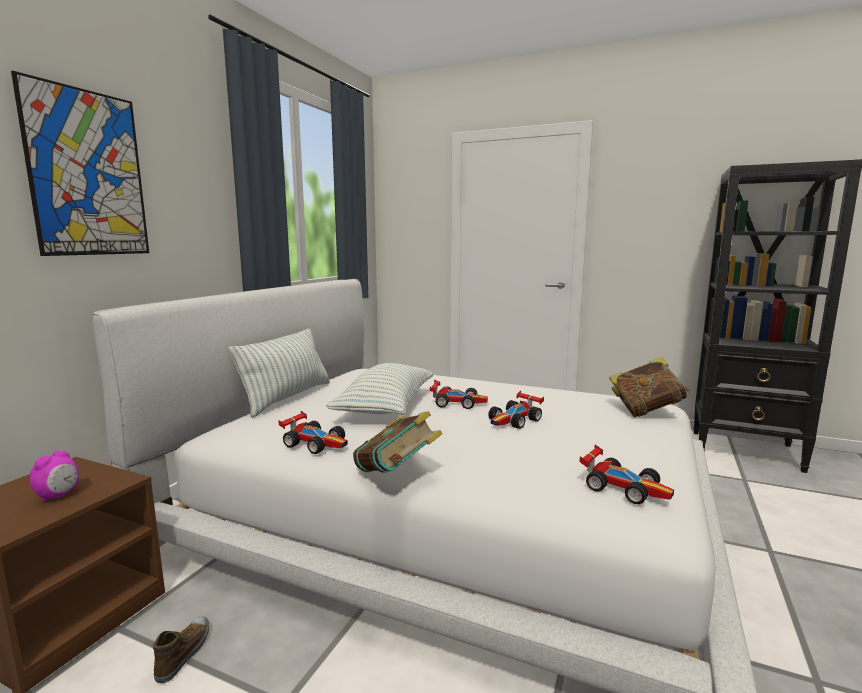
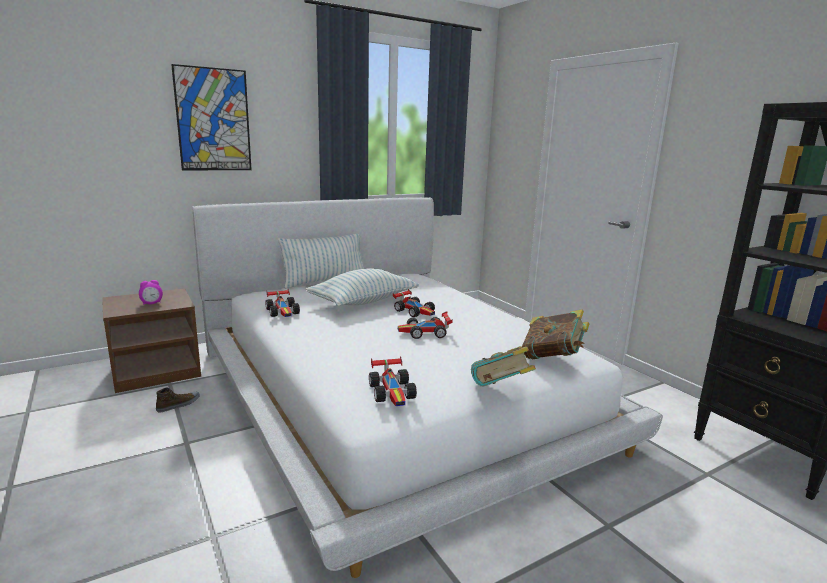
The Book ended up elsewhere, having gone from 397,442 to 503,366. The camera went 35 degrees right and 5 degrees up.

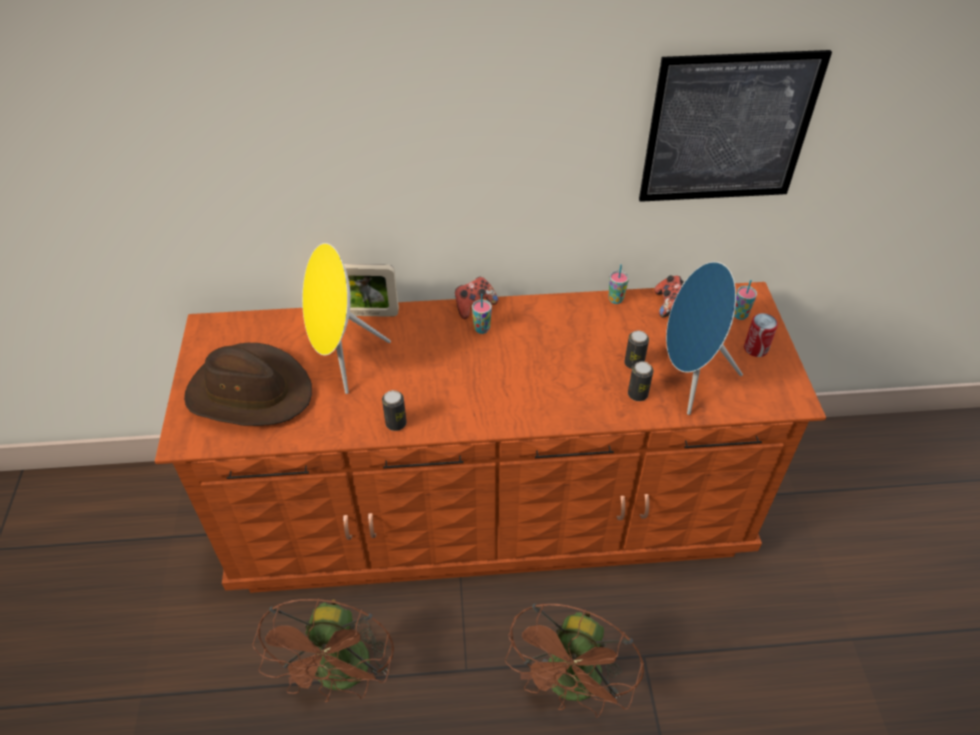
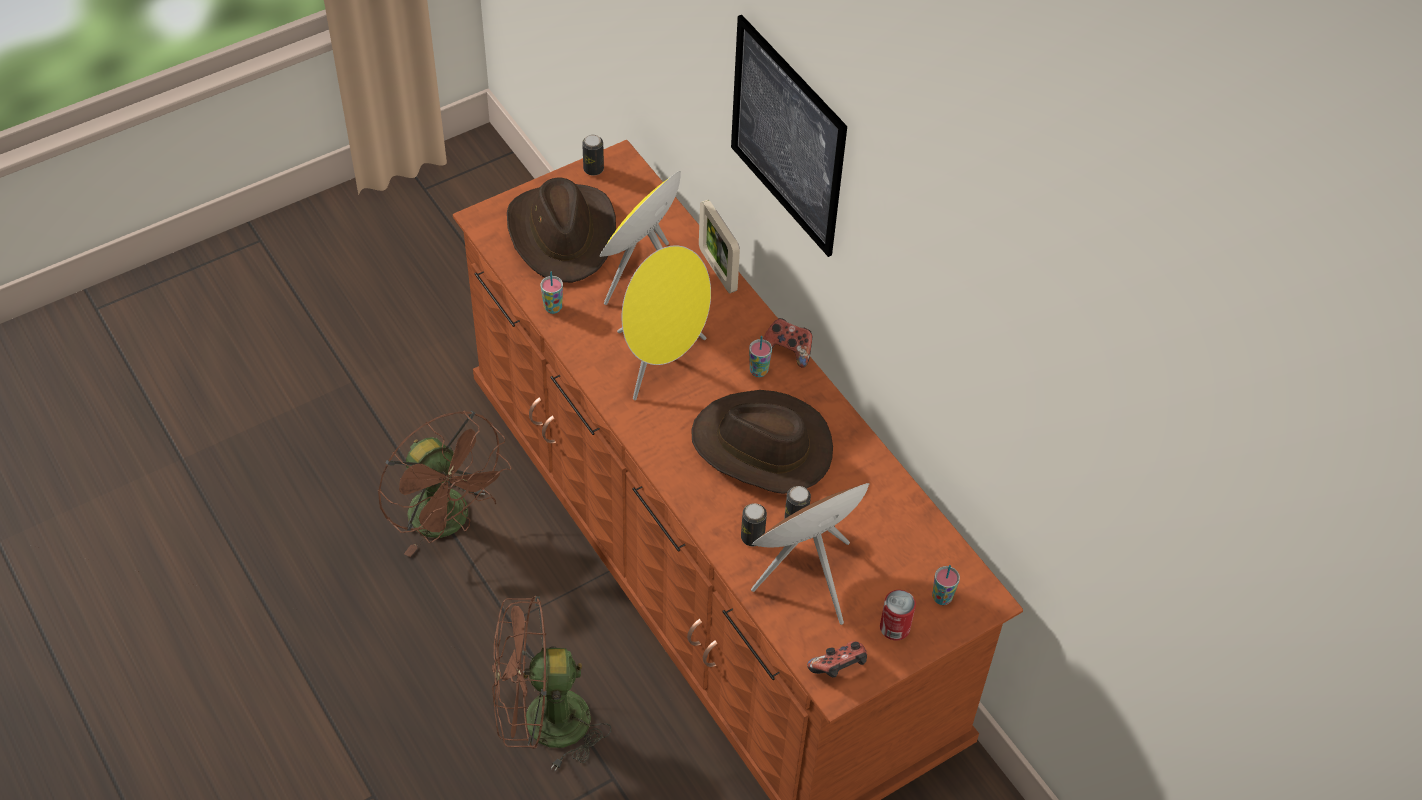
The BrownFan at 323,650 ended up facing another way, 105 degrees counterclockwise from before. The Can ended up elsewhere, having gone from 394,410 to 593,155. The Cup ended up elsewhere, having gone from 618,284 to 552,293. The Picture ended up elsewhere, having gone from 735,126 to 789,136. The GameController ended up elsewhere, having gone from 669,296 to 837,659. What was the BlueSpeaker at 704,338 turned into the BrownSpeaker at 810,554. The second view gained the YellowSpeaker at 664,322. The second view gained the BrownHat at 762,442. The camera went 60 degrees right and 5 degrees up.

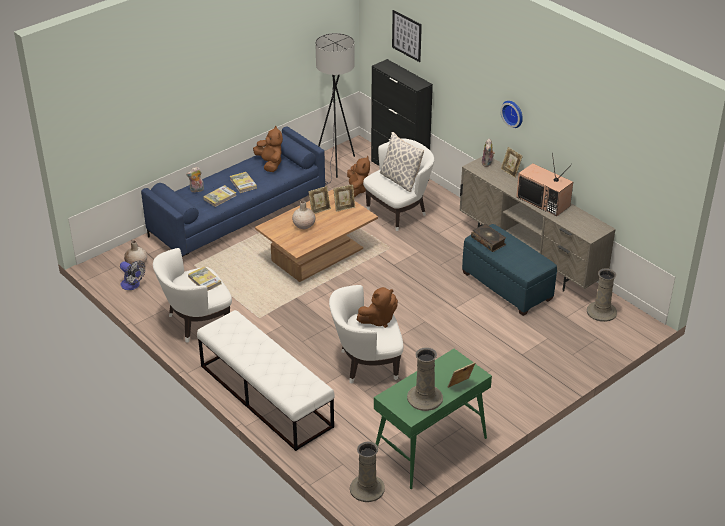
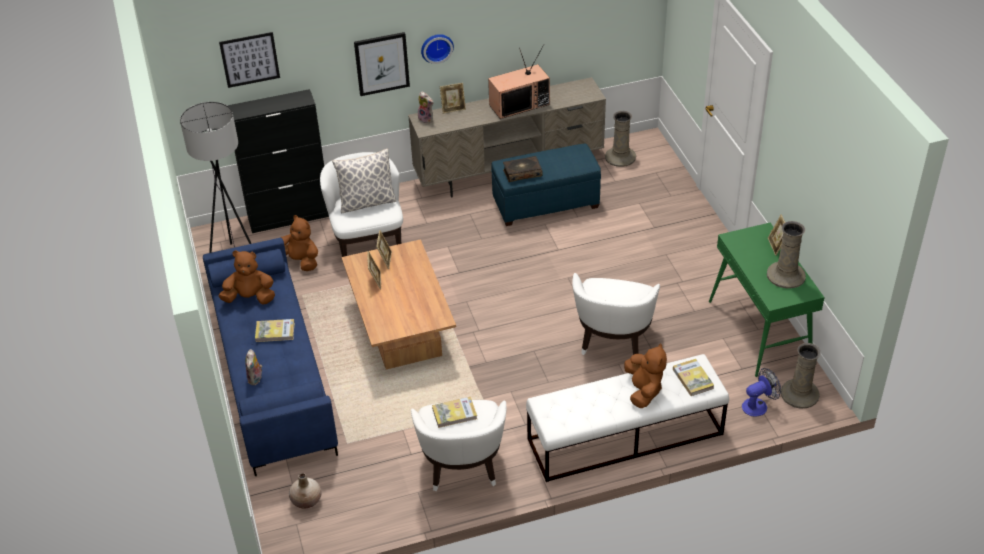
The Fan ended up elsewhere, having gone from 132,275 to 761,392. The Book ended up elsewhere, having gone from 220,196 to 693,377. The second view lost the BeigeVase at 303,215. The BrownPlushToy ended up elsewhere, having gone from 377,307 to 645,375. The second view gained the Picture at 382,64. The camera went 65 degrees left and 5 degrees up.

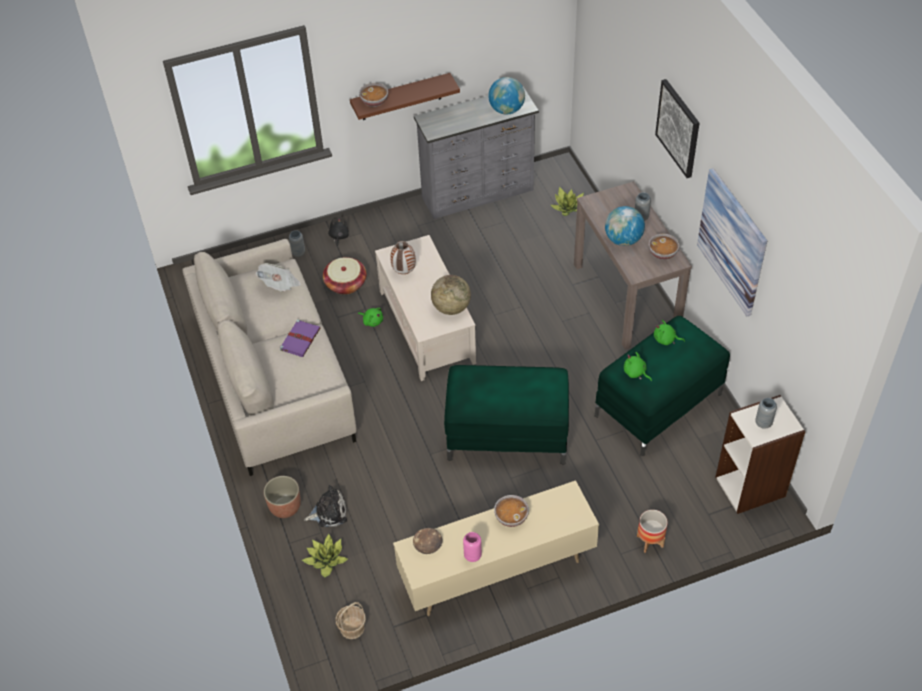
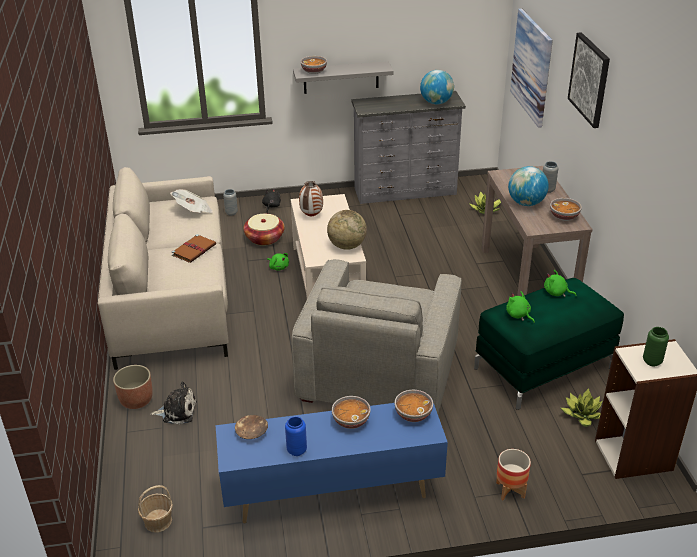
What was the PurpleBook at 300,338 turned into the BrownBook at 193,248. The PottedPlant ended up elsewhere, having gone from 325,555 to 581,407. What was the BrownShelf at 405,96 turned into the GreyShelf at 343,77. What was the BeigeTvStand at 496,548 turned into the BlueTvStand at 332,463. Where the GreenOttoman stood at 506,415, the GreyArmchair came to stand at 376,336. What was the PinkVase at 472,547 turned into the BlueVase at 296,436. The Picture ended up elsewhere, having gone from 732,242 to 531,68. What was the GreyVase at 766,413 turned into the GreenVase at 656,346. The second view gained the Bowl at 414,406. The camera went 10 degrees right and 15 degrees down.

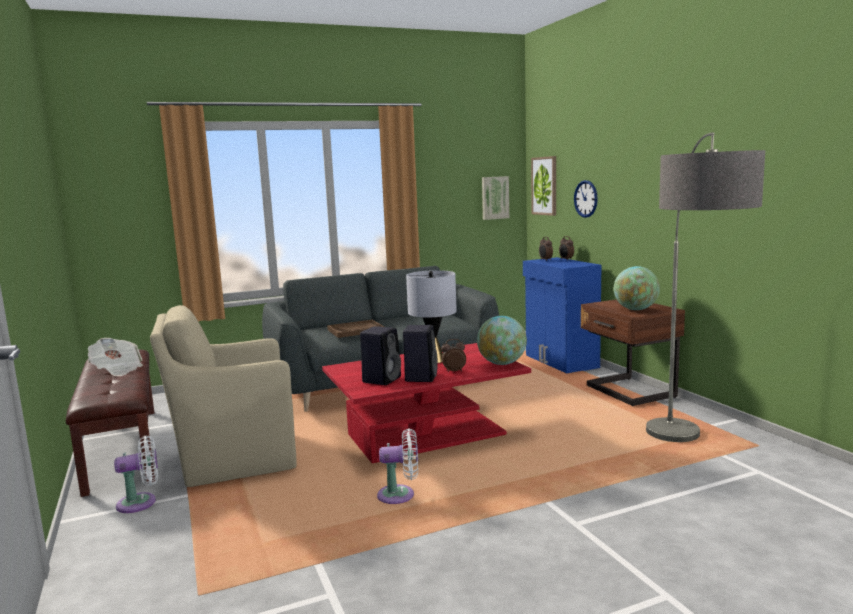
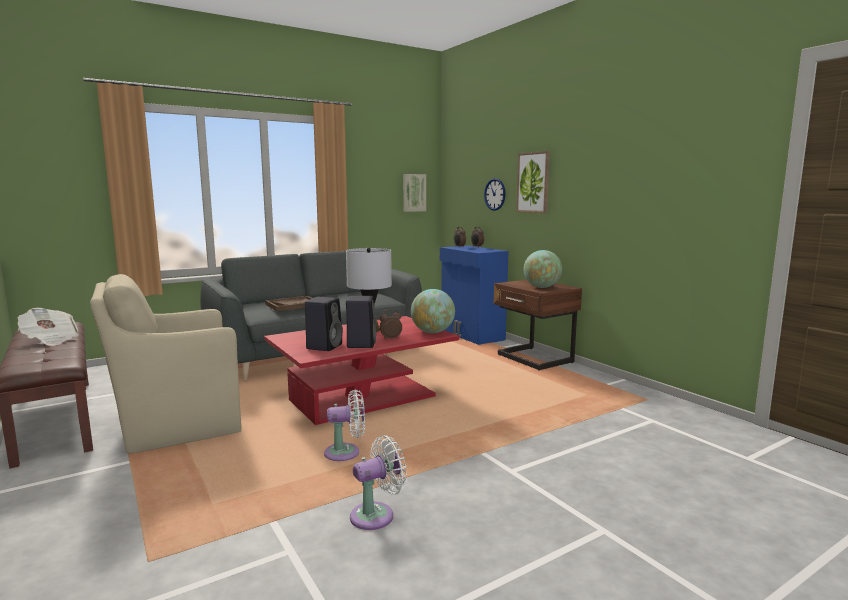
The WhiteFan ended up elsewhere, having gone from 136,474 to 378,482. The Picture ended up elsewhere, having gone from 543,186 to 533,182. The second view lost the FloorLamp at 705,287. The camera went 10 degrees left and 0 degrees up.

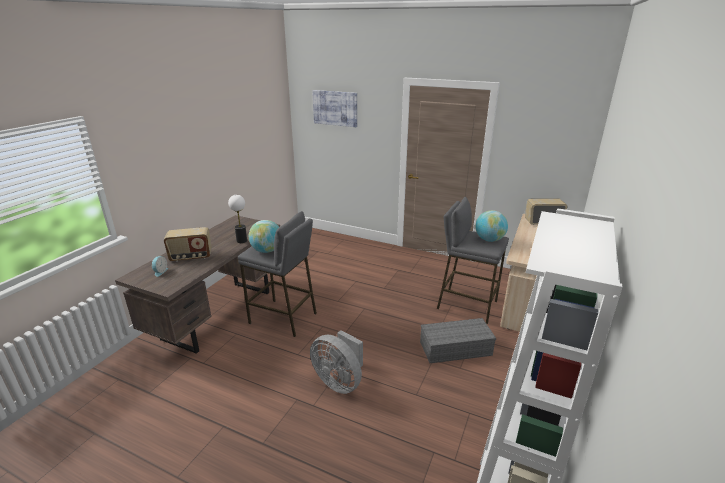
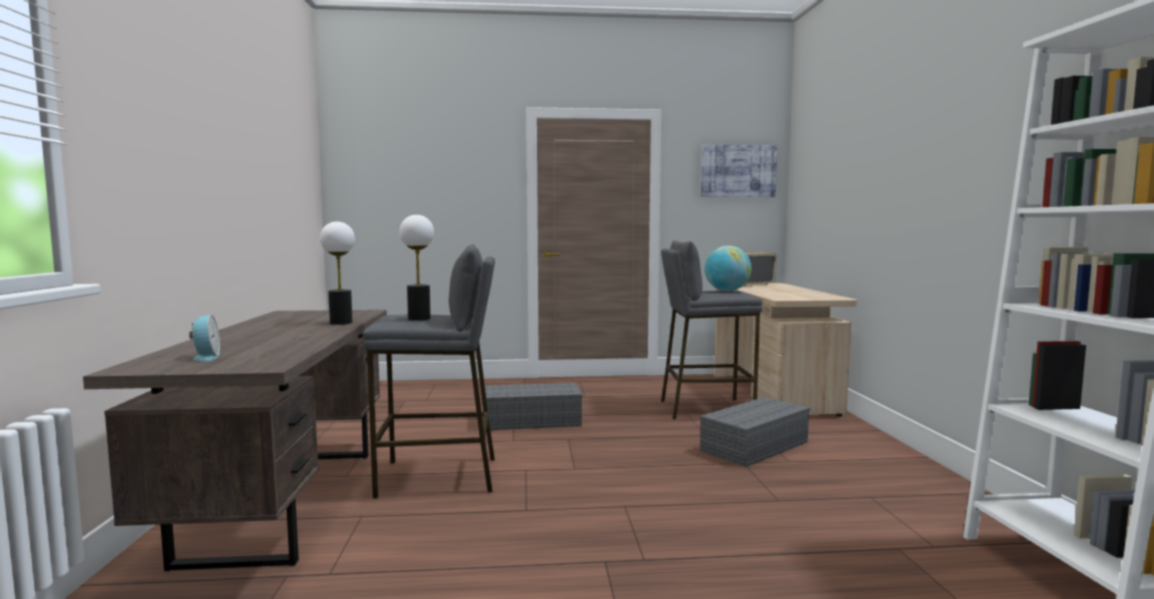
The second view lost the Radio at 187,244. Where the Globe stood at 264,236, the TableLamp came to stand at 416,268. The second view lost the GreyFan at 336,362. The Picture ended up elsewhere, having gone from 334,108 to 739,171. The second view gained the GreyStorageBox at 534,406. The camera went 30 degrees left and 20 degrees down.

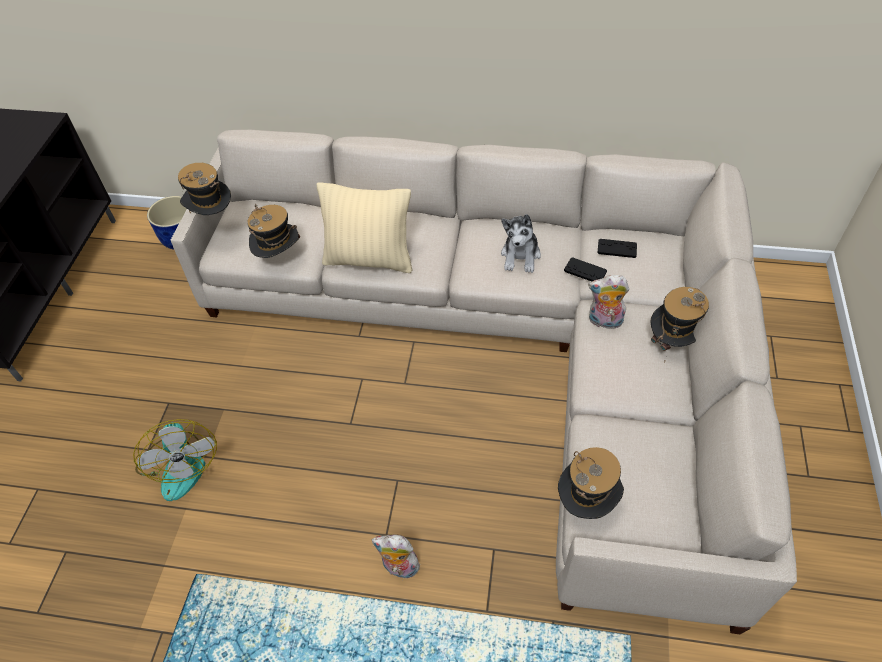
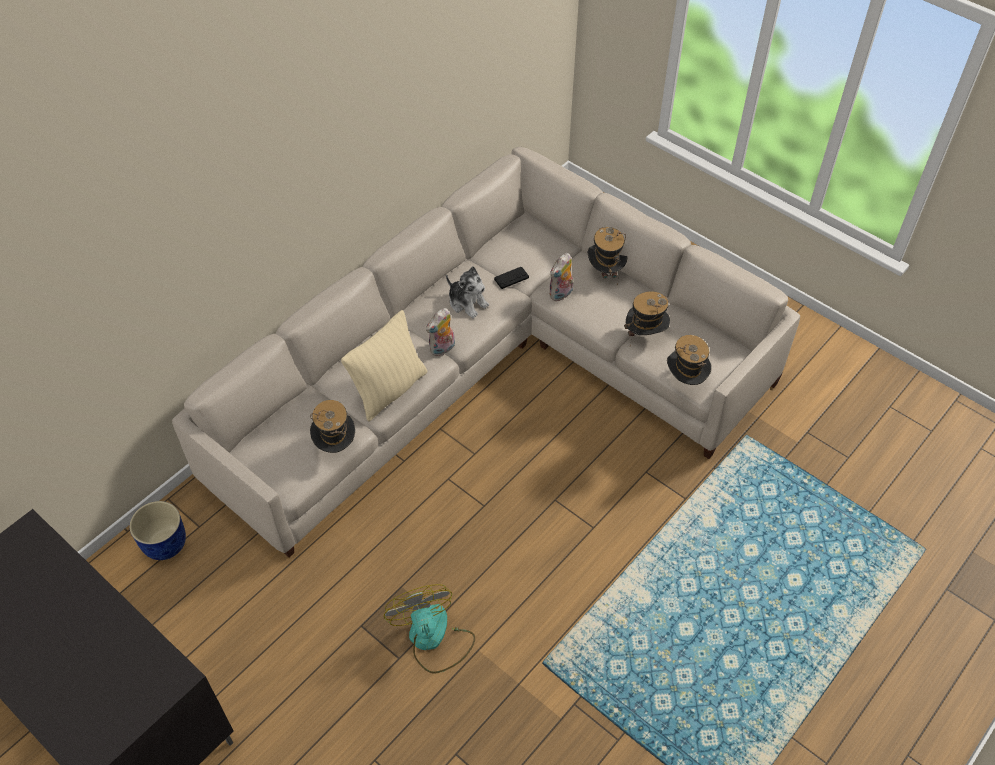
The Fan at 175,460 ended up facing another way, 120 degrees counterclockwise from before. The Hat ended up elsewhere, having gone from 204,189 to 647,318. The PlushToy ended up elsewhere, having gone from 396,556 to 440,332. The second view lost the BlackGameController at 617,248. The camera went 60 degrees left and 0 degrees up.

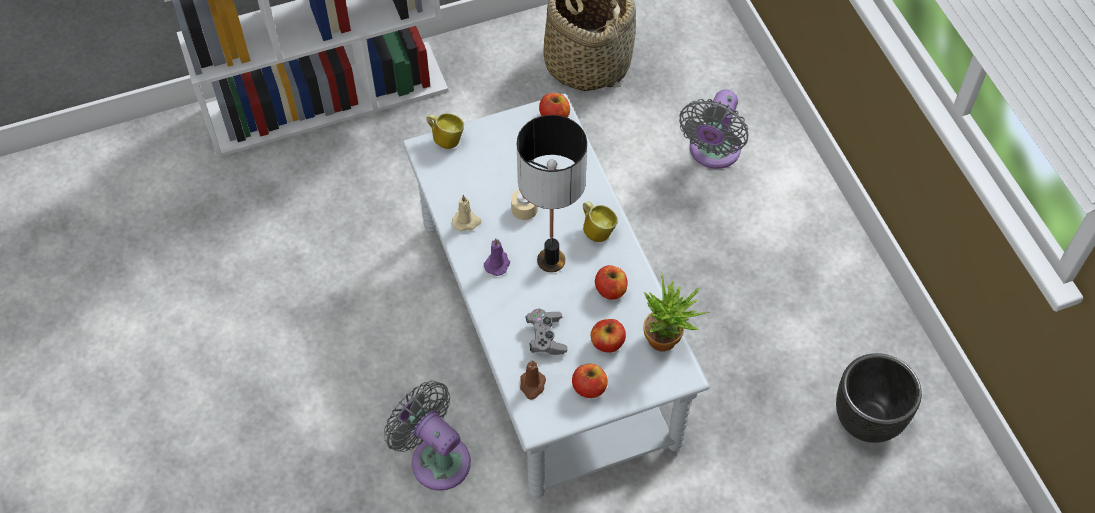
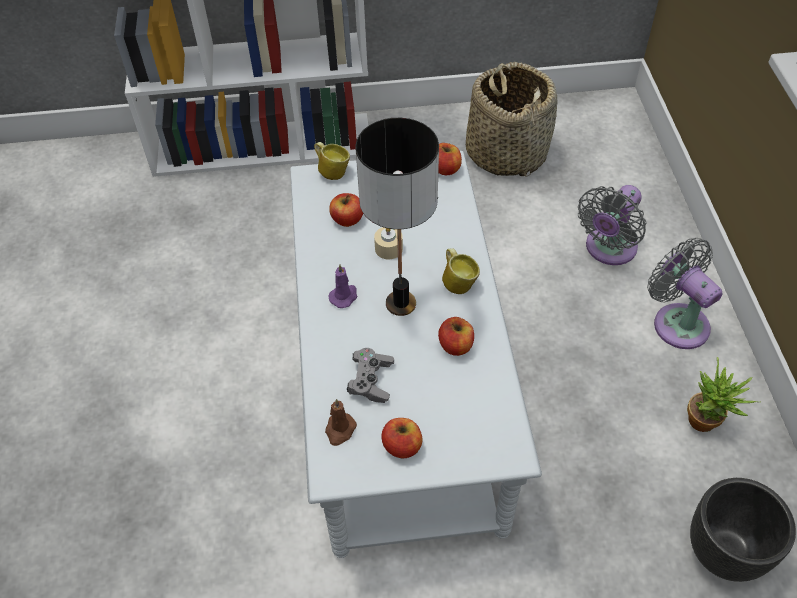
The GreyFan ended up elsewhere, having gone from 427,436 to 685,293. The second view lost the BeigeCandle at 467,213. The Apple ended up elsewhere, having gone from 608,336 to 346,210. The PottedPlant ended up elsewhere, having gone from 676,312 to 722,394. The camera went 15 degrees right and 5 degrees down.

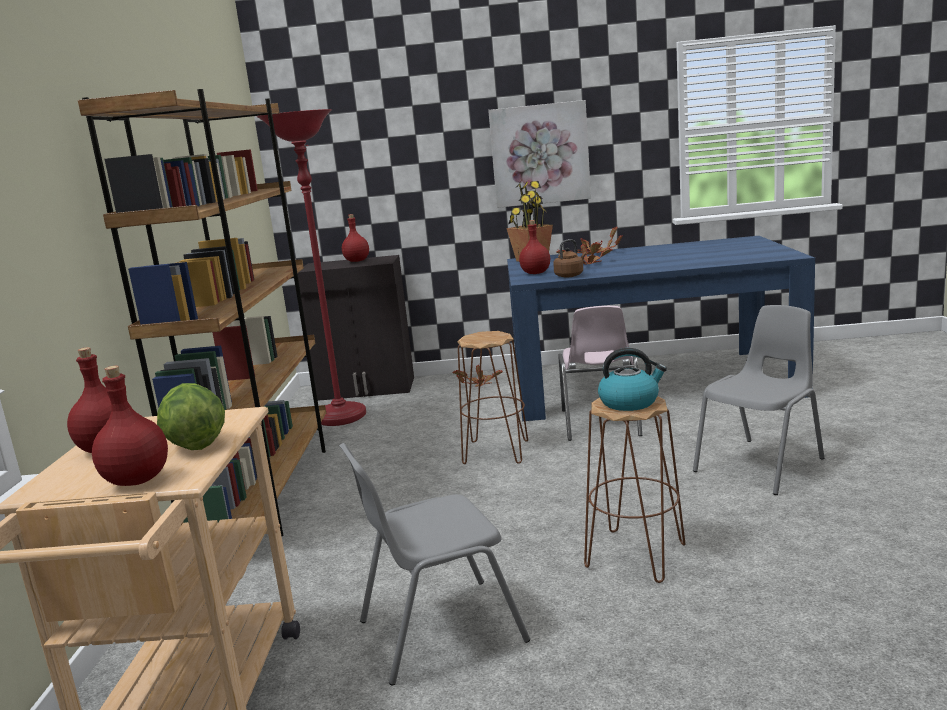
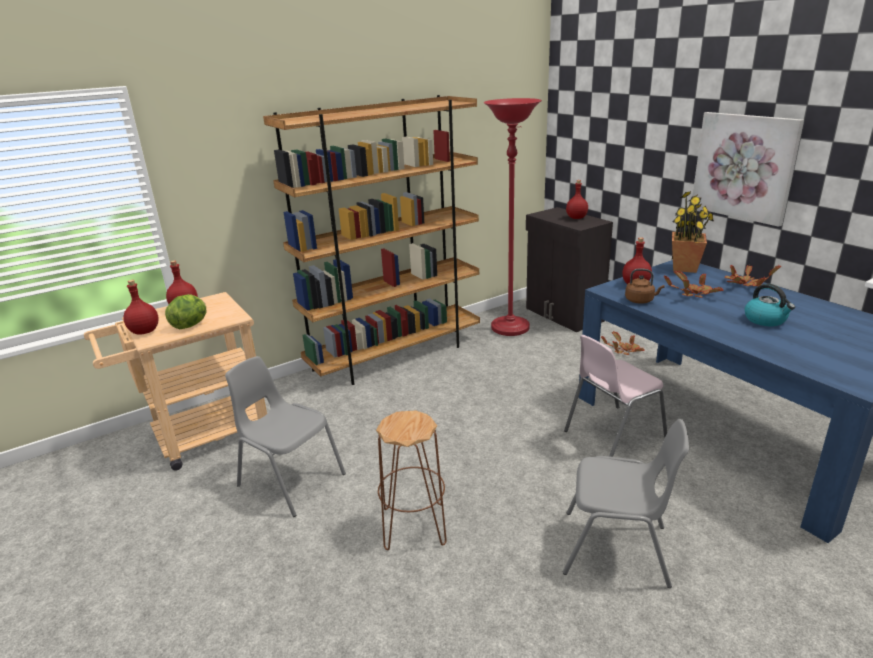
The second view lost the BrownStool at 492,397. The Kettle ended up elsewhere, having gone from 632,379 to 769,305. The camera went 55 degrees right and 10 degrees up.

